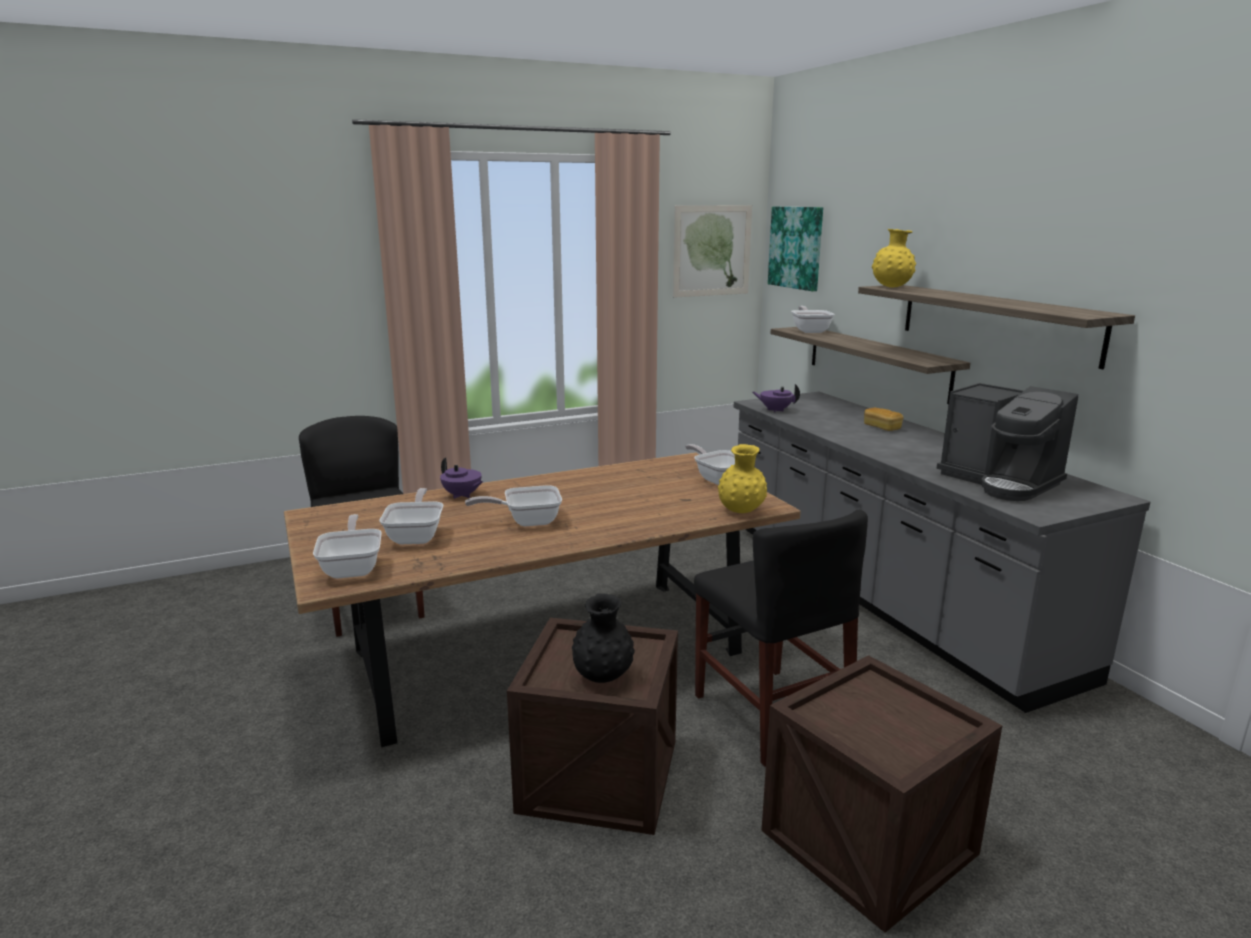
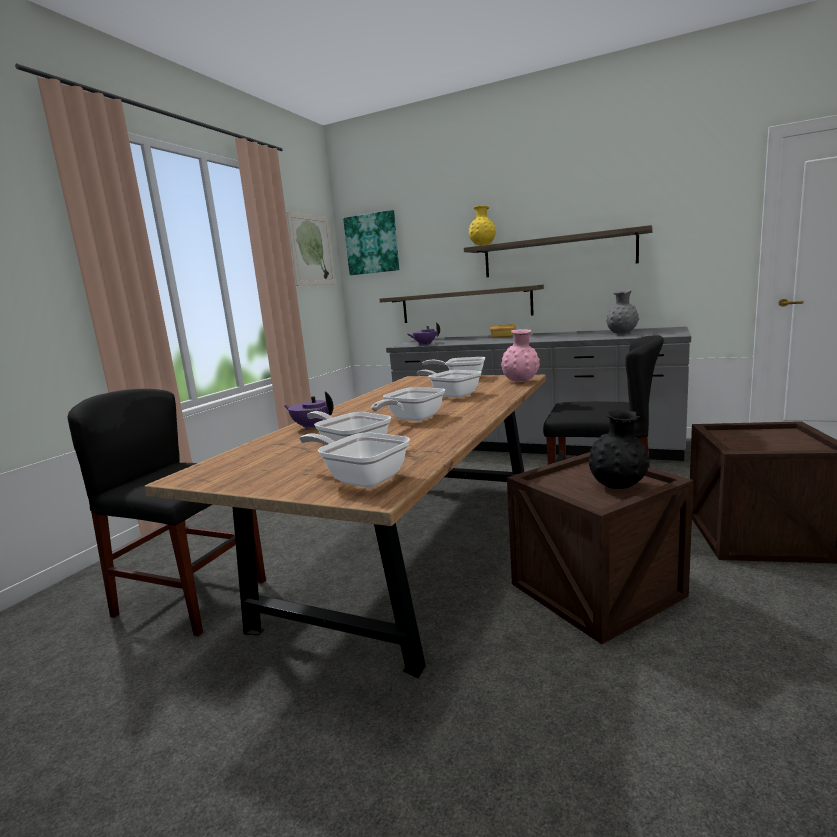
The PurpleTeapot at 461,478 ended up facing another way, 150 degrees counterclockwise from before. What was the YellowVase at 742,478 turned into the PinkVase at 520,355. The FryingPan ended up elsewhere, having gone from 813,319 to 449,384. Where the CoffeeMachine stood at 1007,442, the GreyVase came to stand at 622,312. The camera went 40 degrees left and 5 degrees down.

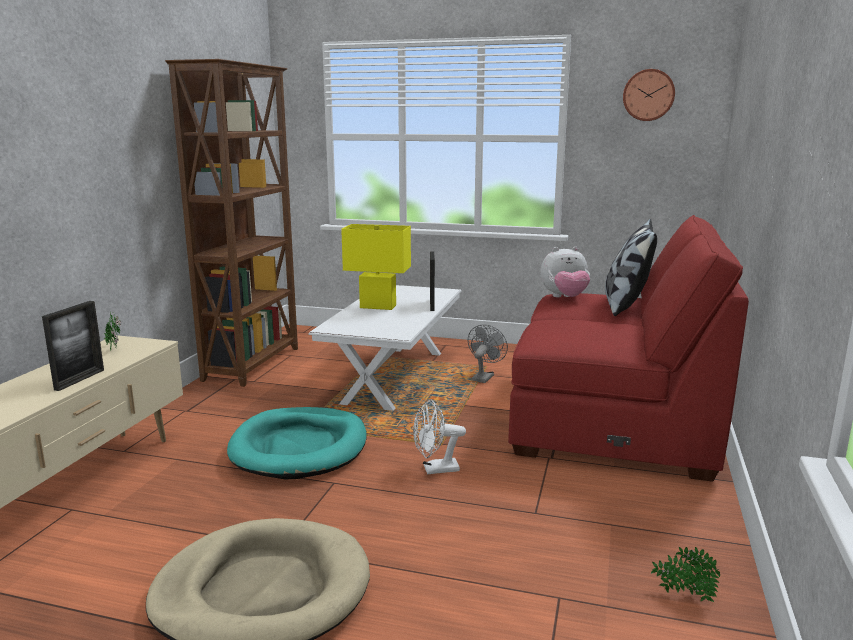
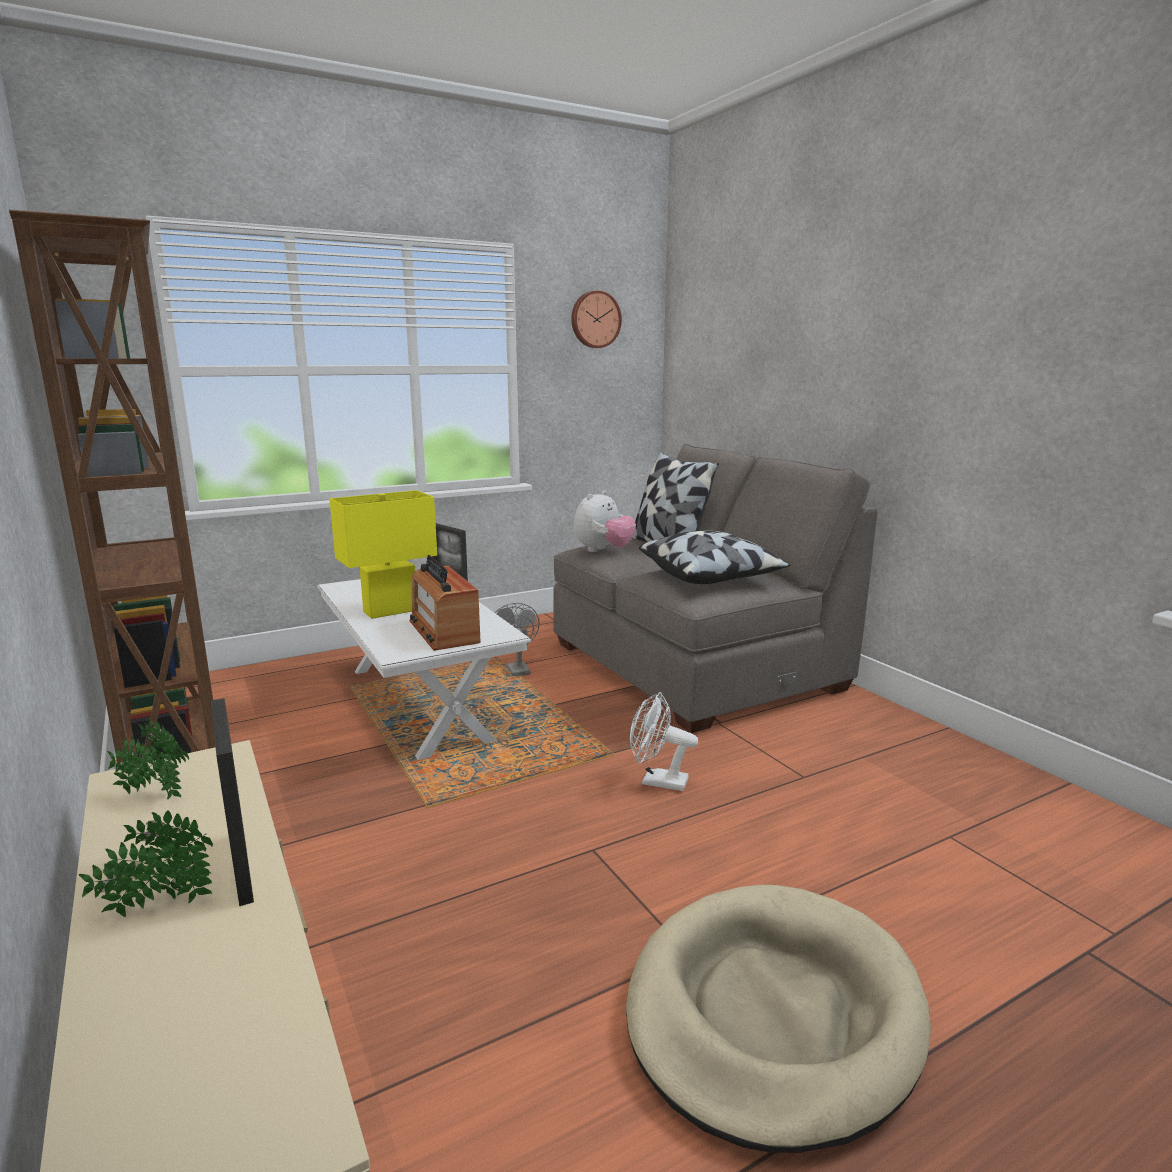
The second view lost the TurquoiseDogBed at 297,443. The WhiteFan at 439,436 ended up facing another way, 75 degrees clockwise from before. What was the RedSofa at 628,348 turned into the GreySofa at 715,588. The PottedPlant ended up elsewhere, having gone from 685,574 to 145,863. The second view gained the Radio at 445,603. The second view gained the Pillow at 715,557. The camera went 45 degrees left and 0 degrees up.

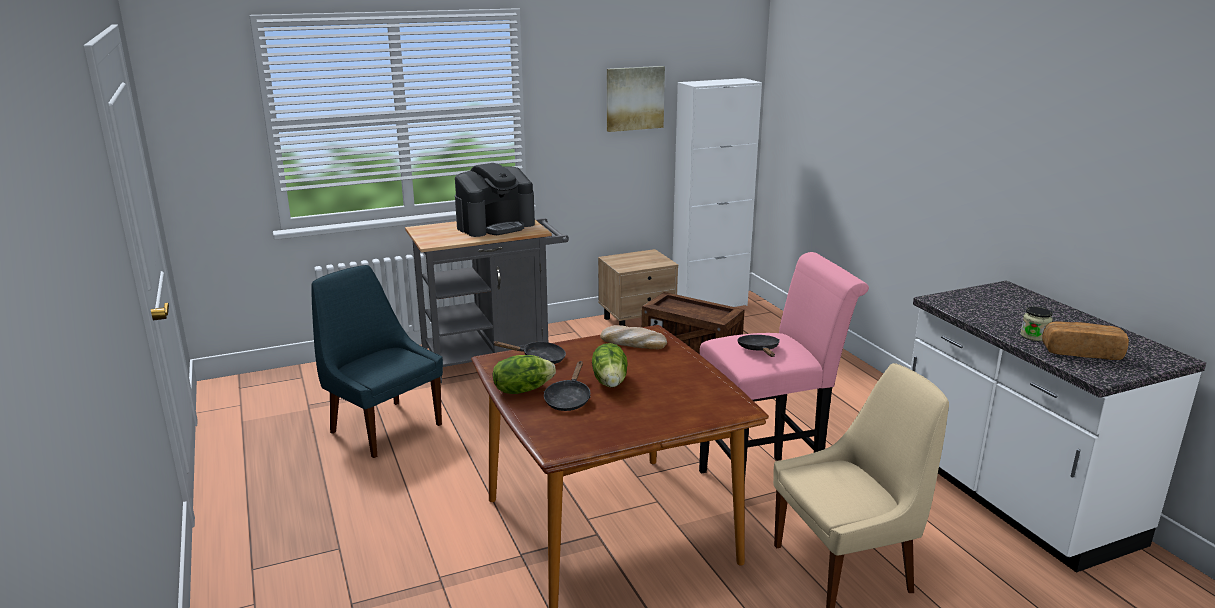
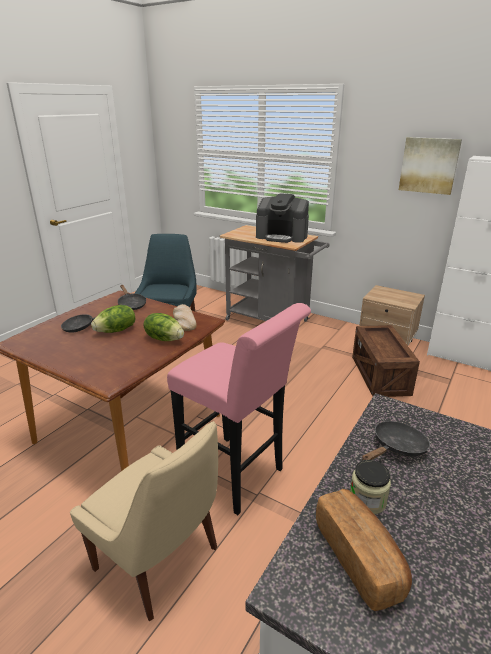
The Lettuce ended up elsewhere, having gone from 524,374 to 164,327. The BlackFryingPan ended up elsewhere, having gone from 759,346 to 396,441. The camera went 55 degrees right and 5 degrees up.

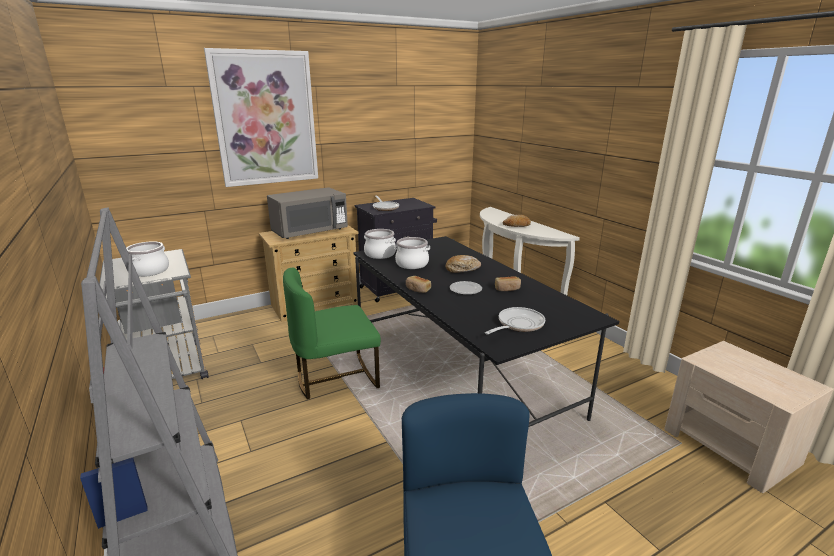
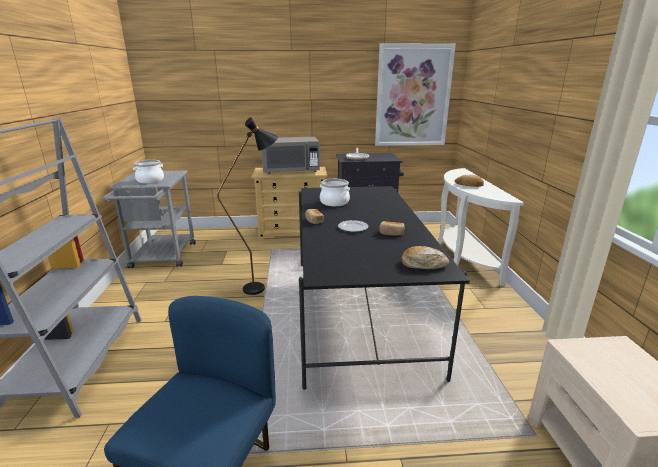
The Picture ended up elsewhere, having gone from 261,117 to 415,94. Where the GreenChair stood at 332,333, the BlackFloorLamp came to stand at 247,206. The second view lost the CookingPot at 380,244. The Bread ended up elsewhere, having gone from 463,264 to 425,257. The second view lost the FryingPan at 515,321. The camera went 25 degrees right and 0 degrees up.

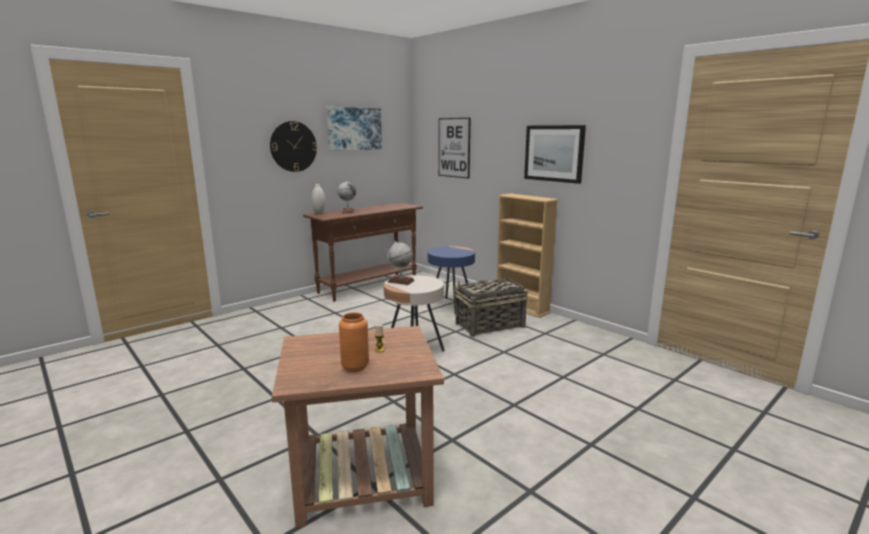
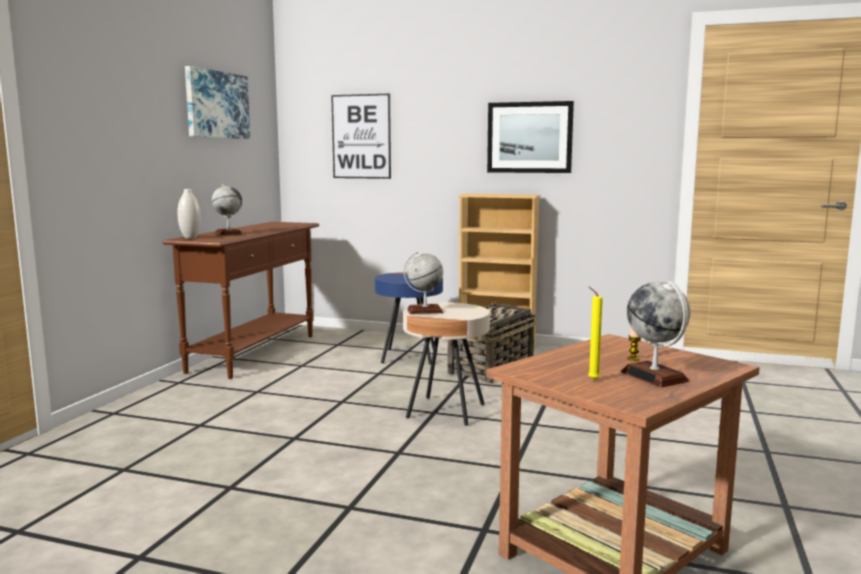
The second view lost the WallClock at 293,146. Where the OrangeVase stood at 354,342, the Globe came to stand at 656,333. The second view gained the YellowCandle at 595,333. The camera went 30 degrees left and 5 degrees down.

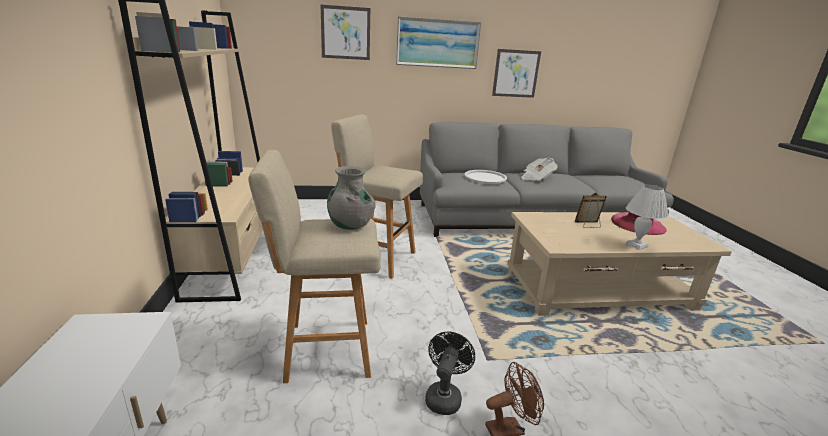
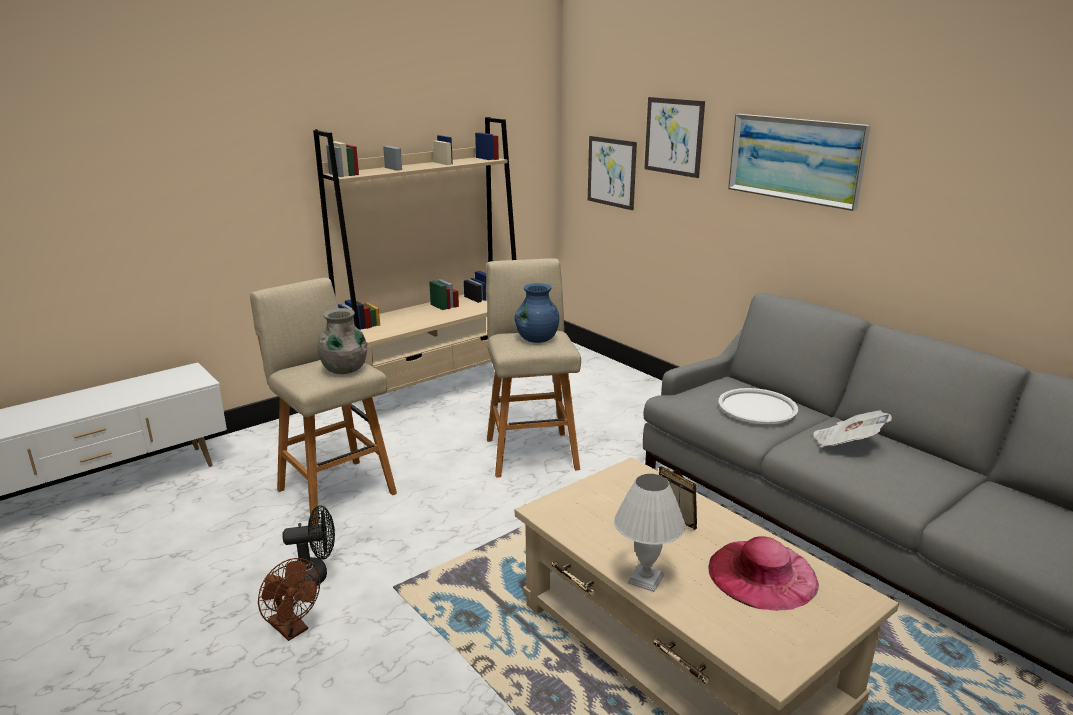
The Picture ended up elsewhere, having gone from 516,73 to 612,173. The second view gained the BlueVase at 536,313. The camera went 60 degrees right and 0 degrees up.

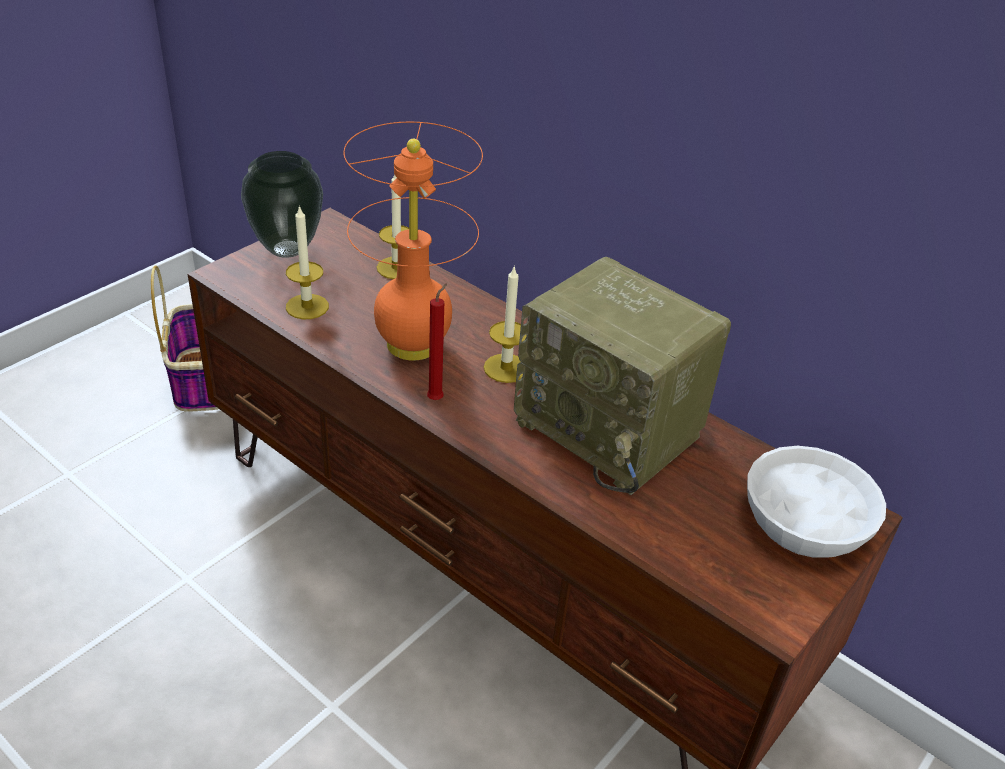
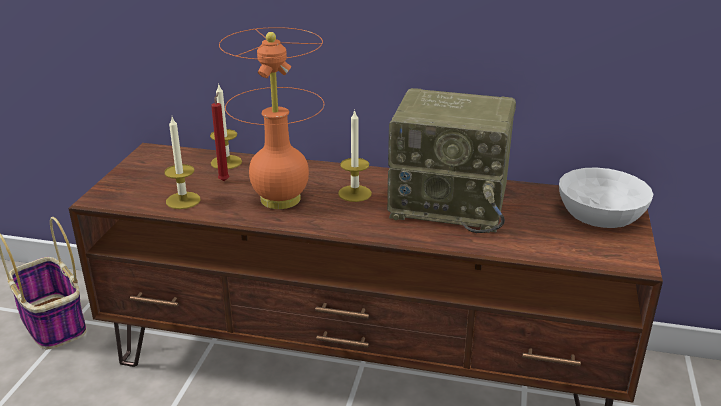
The second view lost the Vase at 282,204. The RedCandle ended up elsewhere, having gone from 437,342 to 220,136. The camera went 25 degrees left and 10 degrees down.

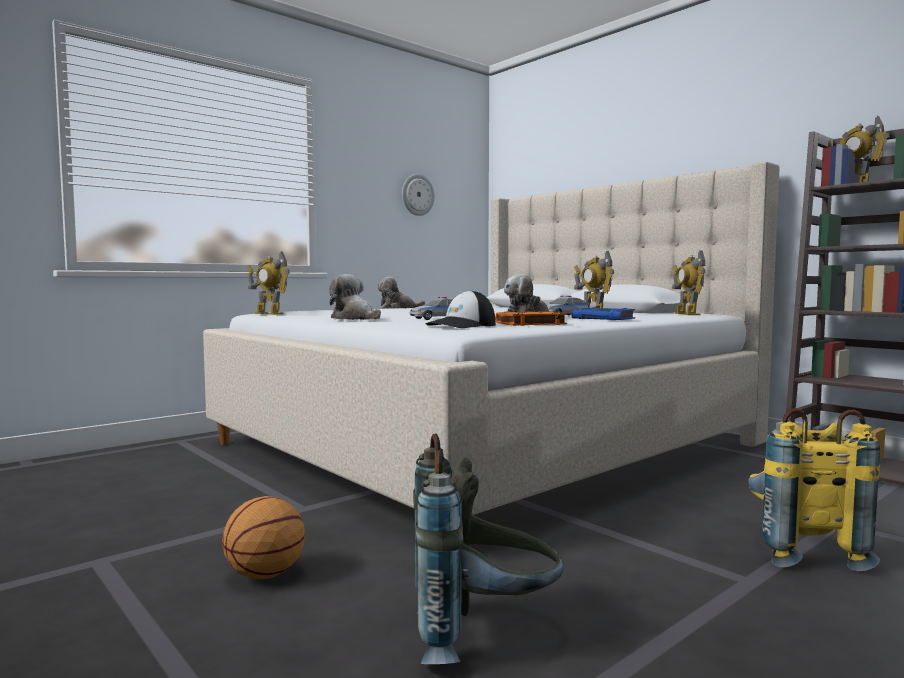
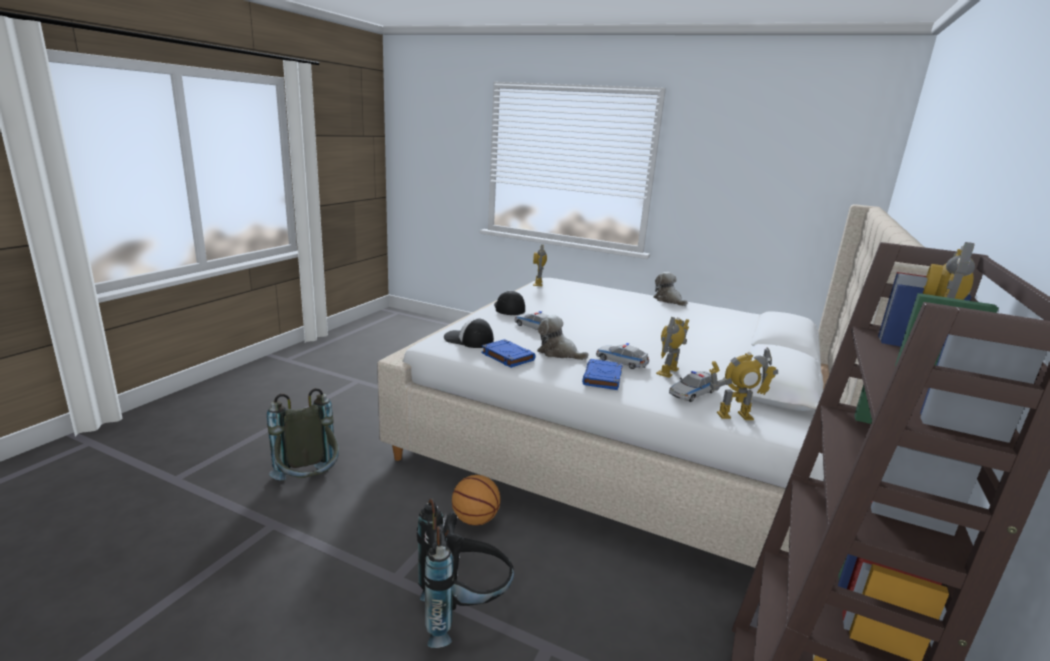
The Basketball ended up elsewhere, having gone from 263,537 to 476,500. Where the PlushToy stood at 355,297, the Cap came to stand at 509,303. The second view lost the WallClock at 418,195. What was the OrangeBook at 531,318 turned into the BlueBook at 508,353. The ToyRobot at 688,282 ended up facing another way, 150 degrees counterclockwise from before. What was the YellowBackpack at 814,489 turned into the BlackBackpack at 465,573. The second view gained the ToyCar at 691,386. The camera went 65 degrees right and 15 degrees up.

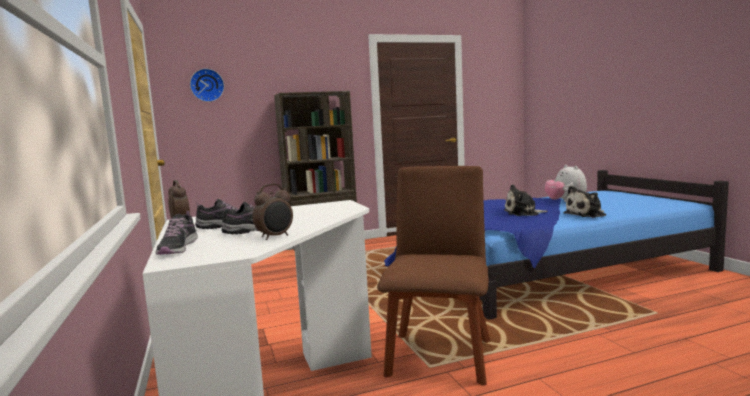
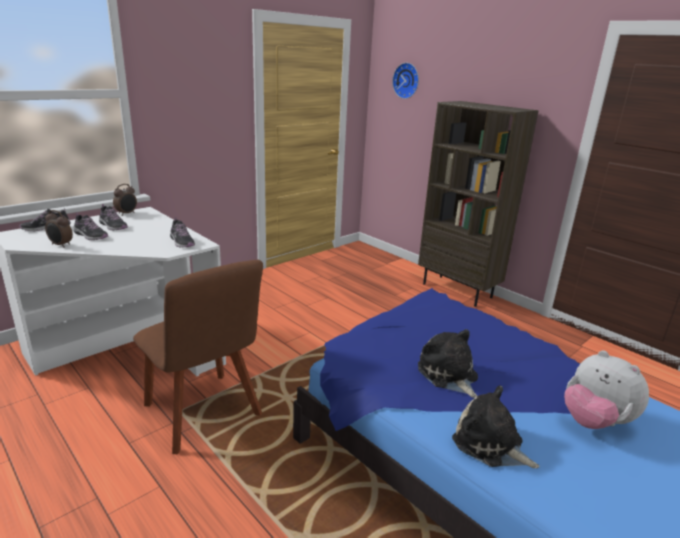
The BrownChair at 434,276 ended up facing another way, 60 degrees clockwise from before. The PlushToy at 566,183 ended up facing another way, 90 degrees counterclockwise from before. The second view gained the Shoe at 182,232. The camera went 65 degrees right and 15 degrees up.

